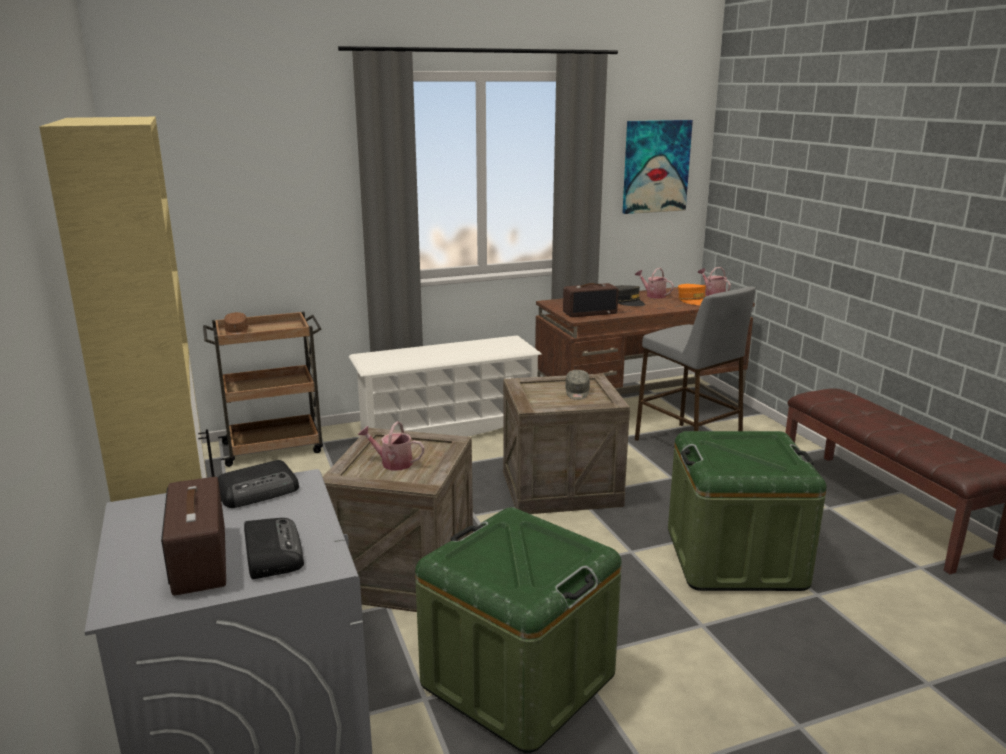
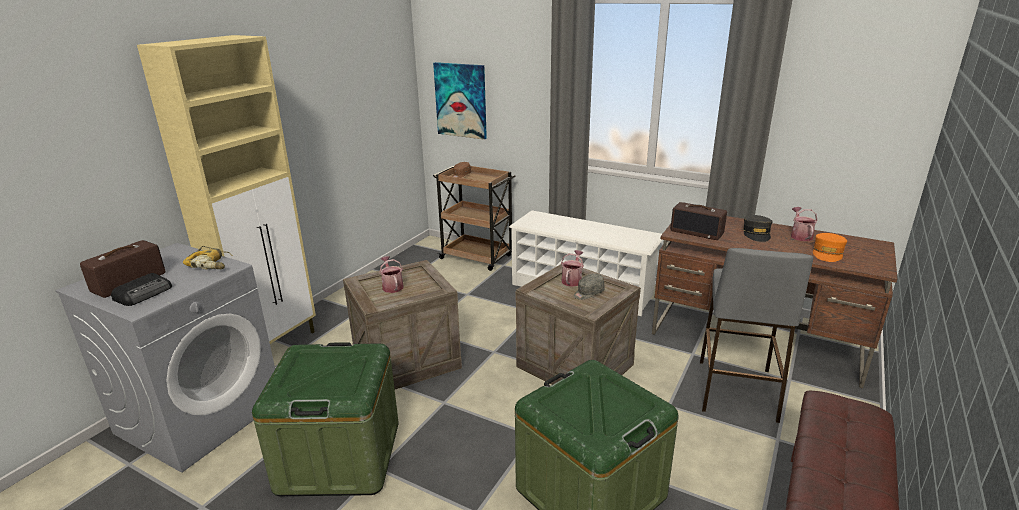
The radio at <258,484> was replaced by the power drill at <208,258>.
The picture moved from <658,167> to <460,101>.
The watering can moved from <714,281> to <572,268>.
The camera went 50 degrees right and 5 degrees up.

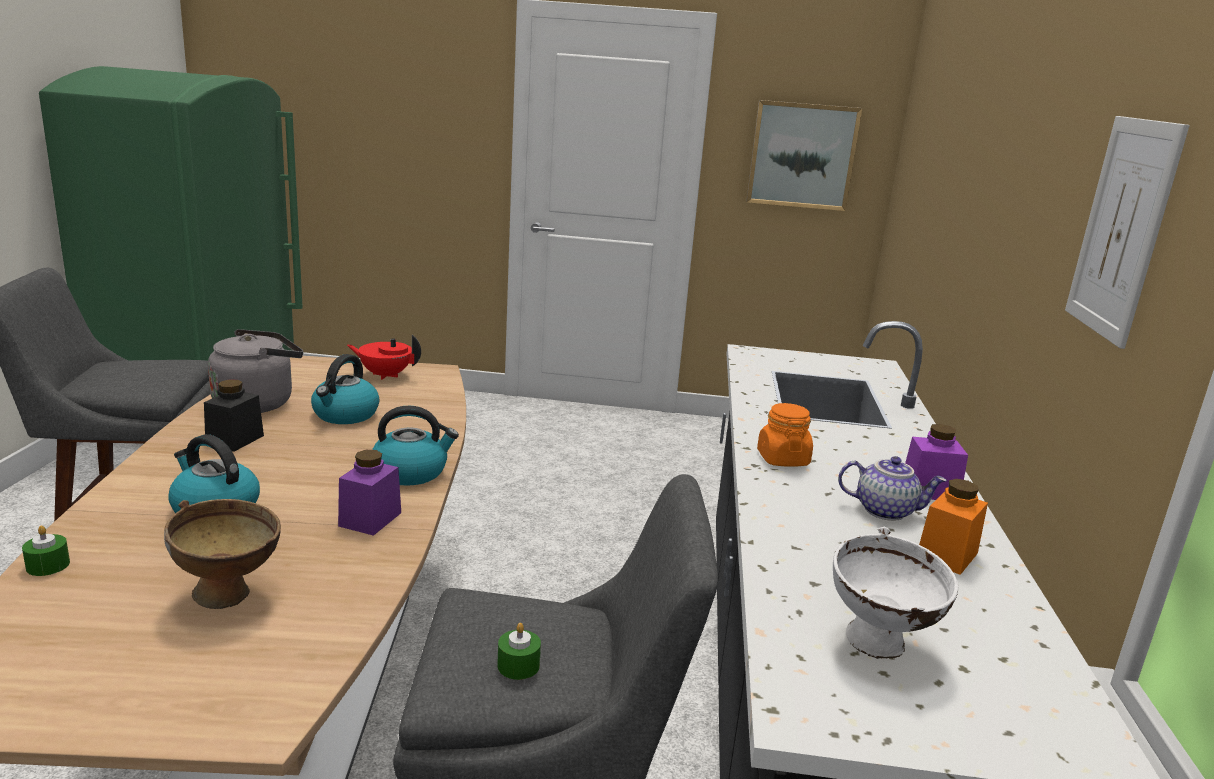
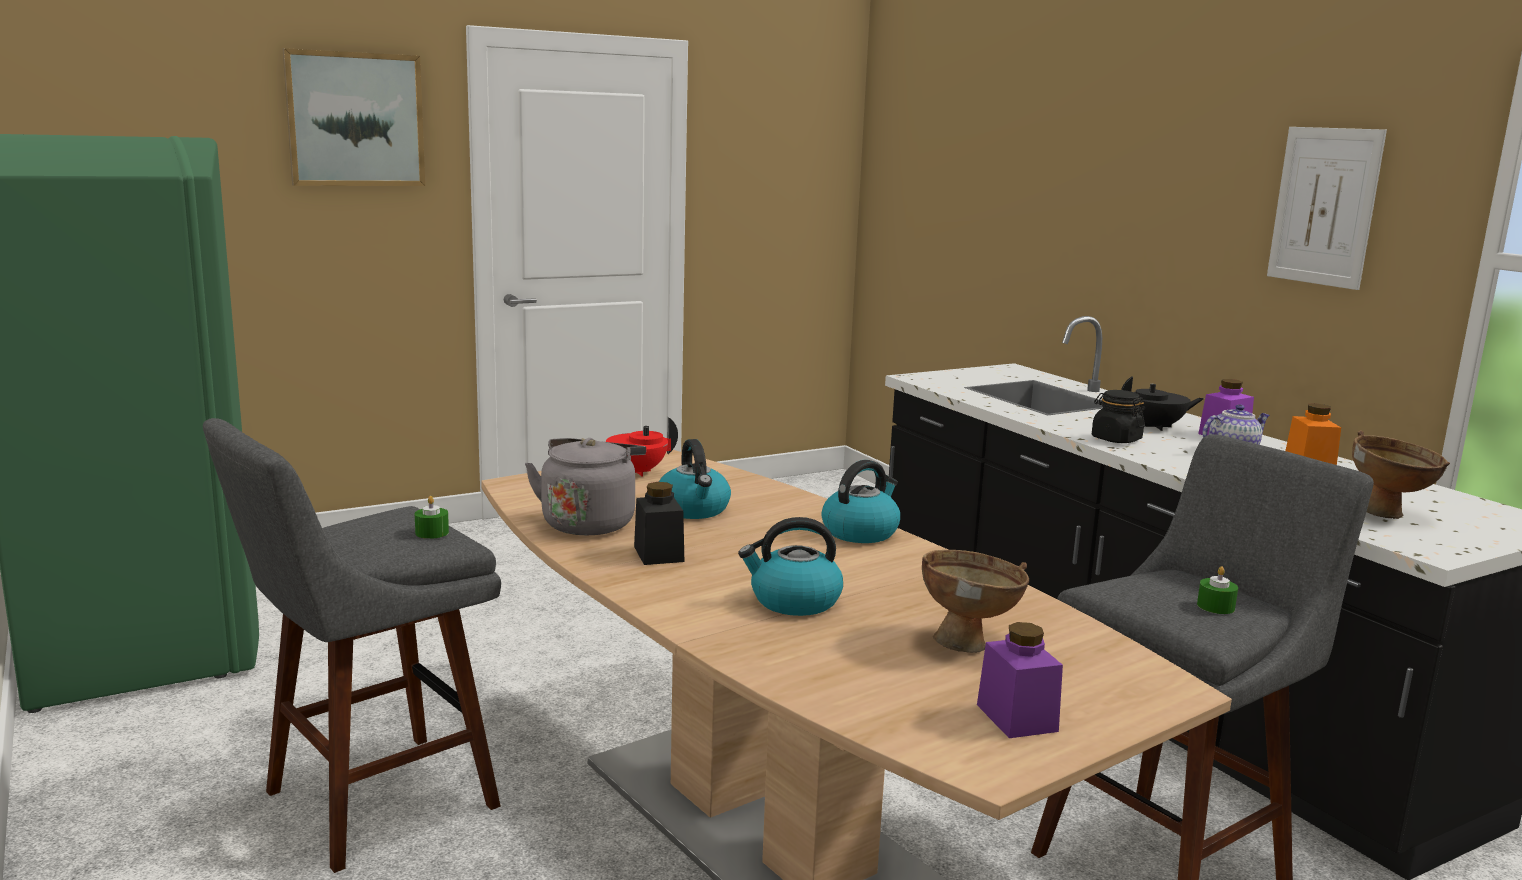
The picture moved from <804,155> to <354,117>.
The green candle moved from <46,550> to <432,517>.
The purple jar moved from <369,493> to <1020,680>.
The orange jar at <785,435> became the black jar at <1118,416>.
The black teapot at <1162,403> appeared.
The white bowl at <896,593> became the brown bowl at <1401,474>.
The camera went 35 degrees left and 5 degrees down.

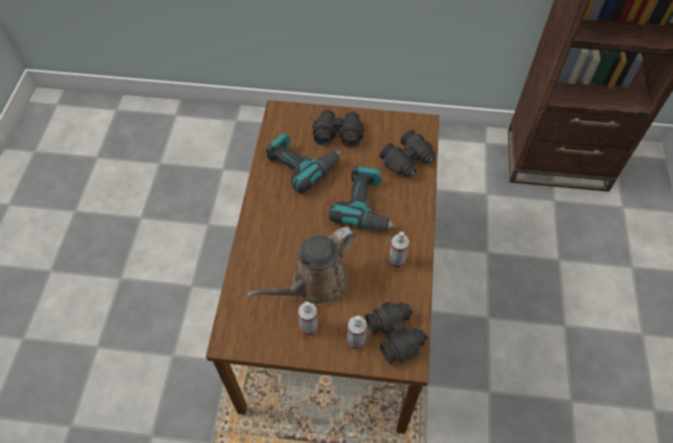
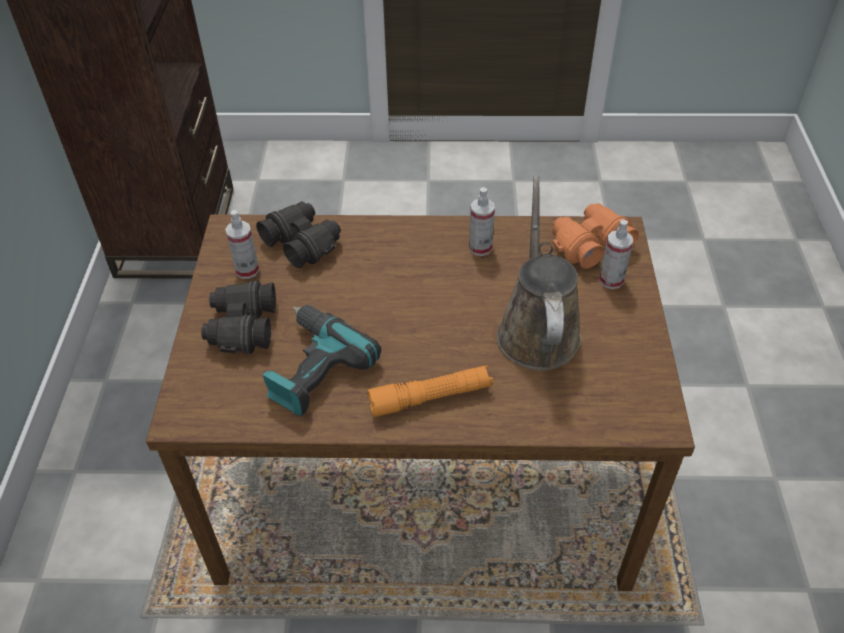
The spray bottle moved from <308,319> to <242,244>.
The orange flashlight at <430,391> appeared.
The brown watering can at <301,266> turned 135 degrees counterclockwise.
The black binoculars at <396,333> became the orange binoculars at <595,236>.
The power drill at <362,198> disappeared.
The camera went 95 degrees left and 10 degrees down.

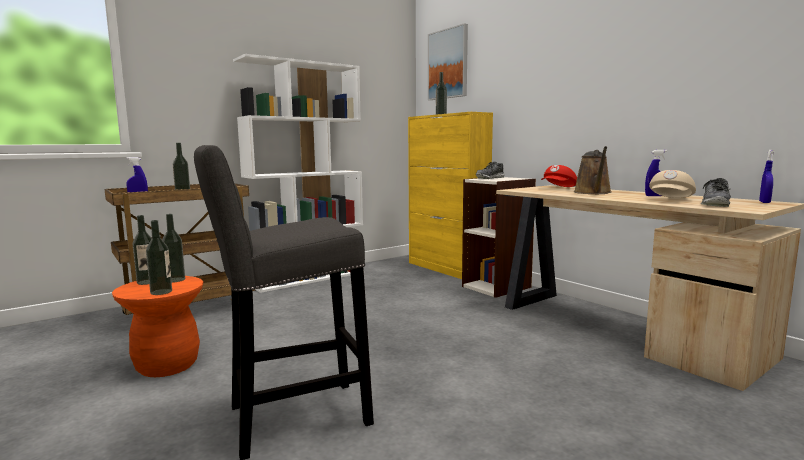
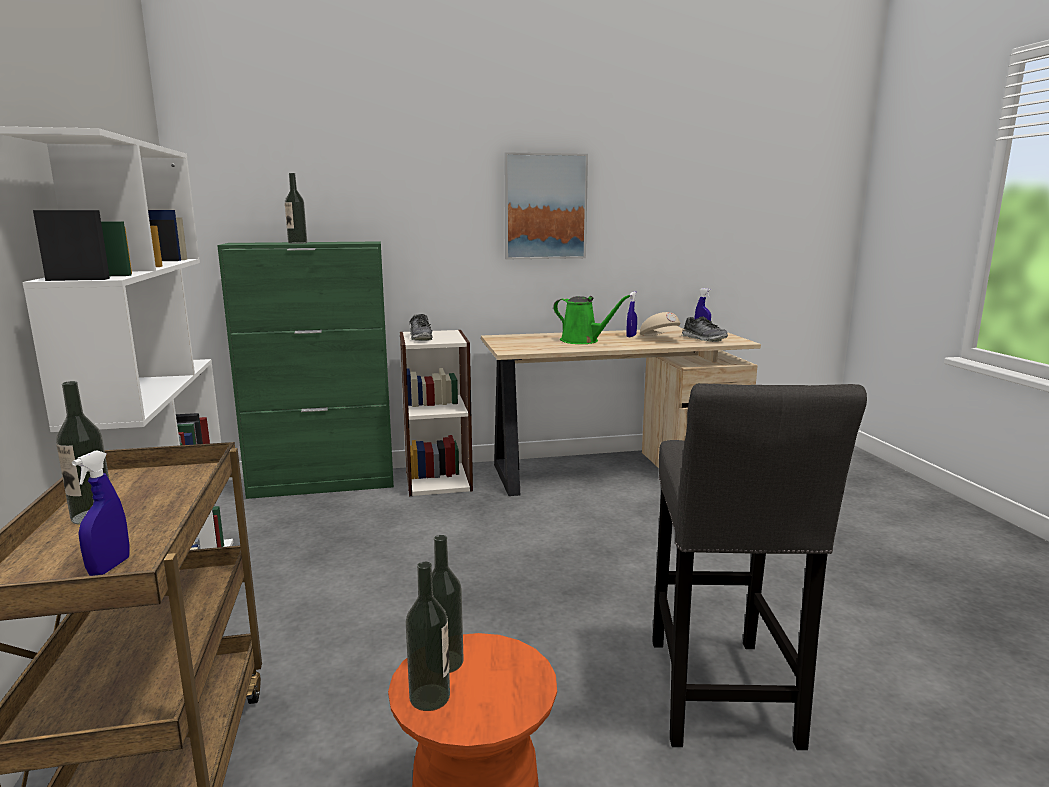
The yellow cabinet at <450,195> became the green cabinet at <305,370>.
The picture moved from <448,61> to <546,205>.
The brown watering can at <592,170> became the green watering can at <591,319>.
The bottle at <159,257> disappeared.
The red cap at <559,176> disappeared.
The camera went 65 degrees left and 5 degrees up.

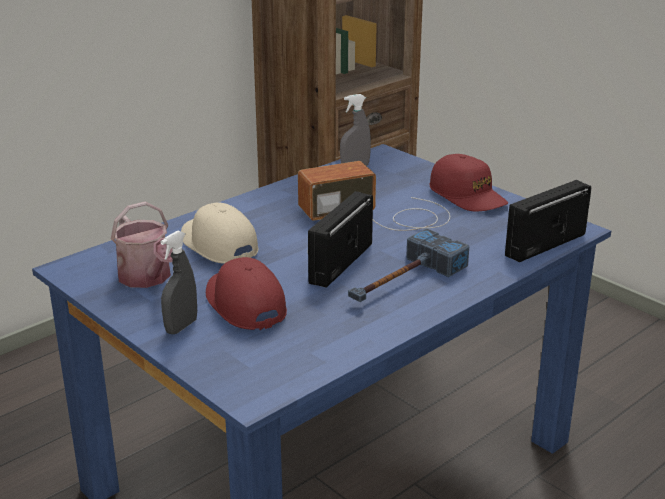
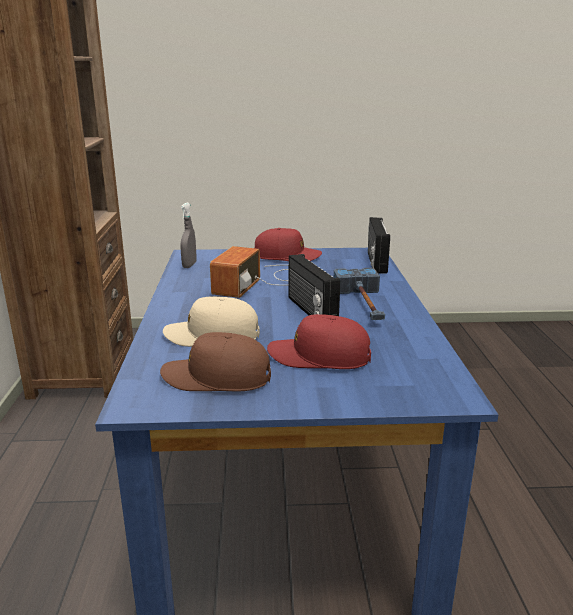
The watering can at <142,245> was replaced by the brown cap at <215,362>.
The grey spray bottle at <178,282> disappeared.
The camera went 50 degrees left and 5 degrees down.

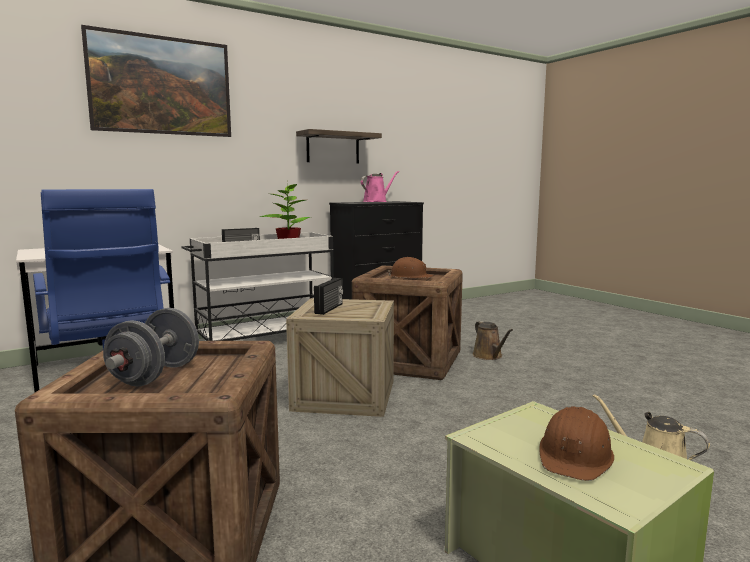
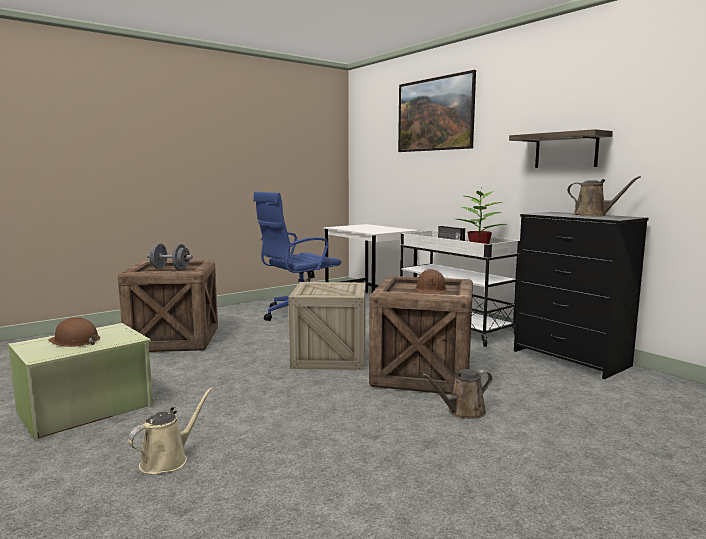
The pink watering can at <380,186> became the brown watering can at <604,196>.
The radio at <328,296> disappeared.
The camera went 85 degrees right and 0 degrees up.

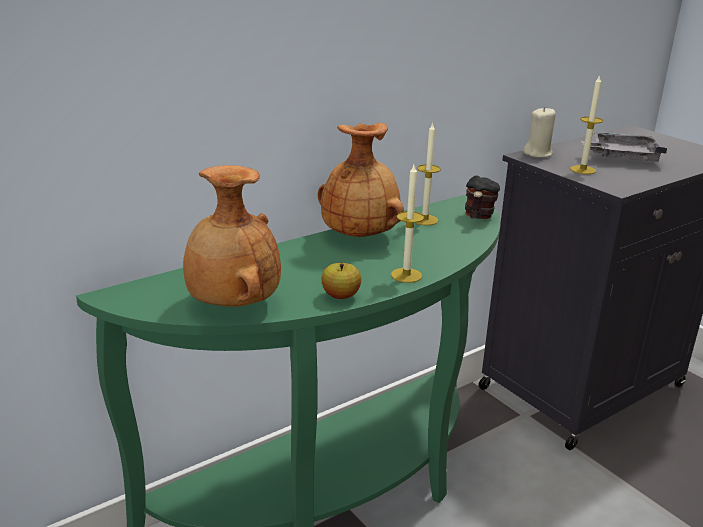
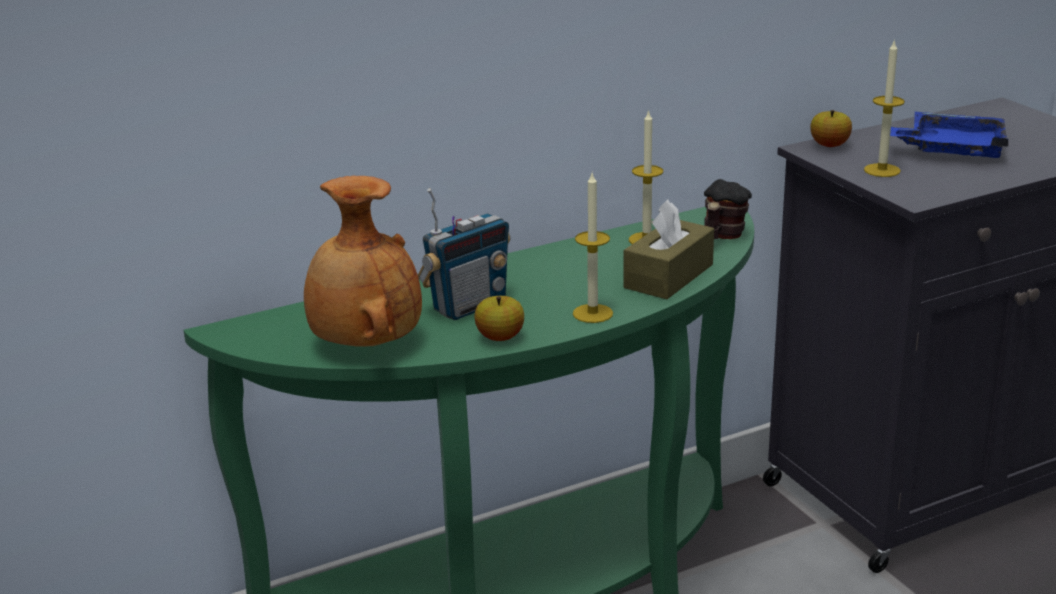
The radio at <464,254> appeared.
The brown tissue box at <668,249> appeared.
The beige candle at <539,132> was replaced by the apple at <831,128>.
The grey tray at <624,146> became the blue tray at <949,135>.
The brown vase at <361,180> disappeared.
The camera went 10 degrees right and 0 degrees up.

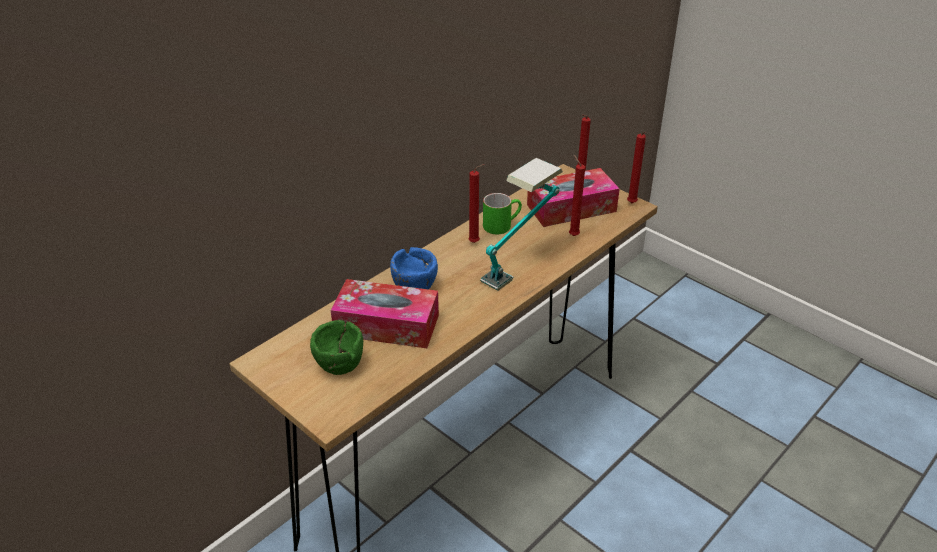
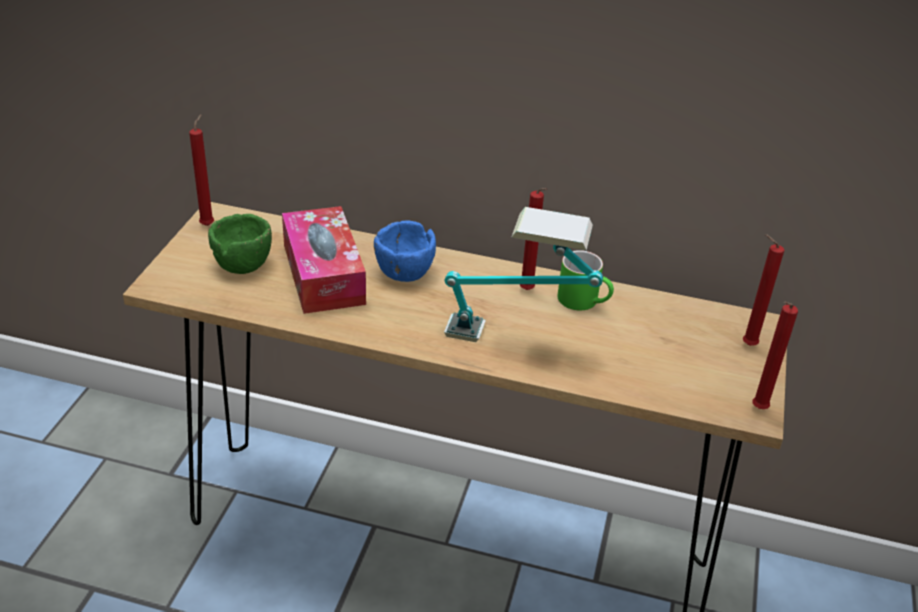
The red candle moved from <577,195> to <201,170>.
The tissue box at <573,197> disappeared.
The camera went 60 degrees right and 0 degrees up.

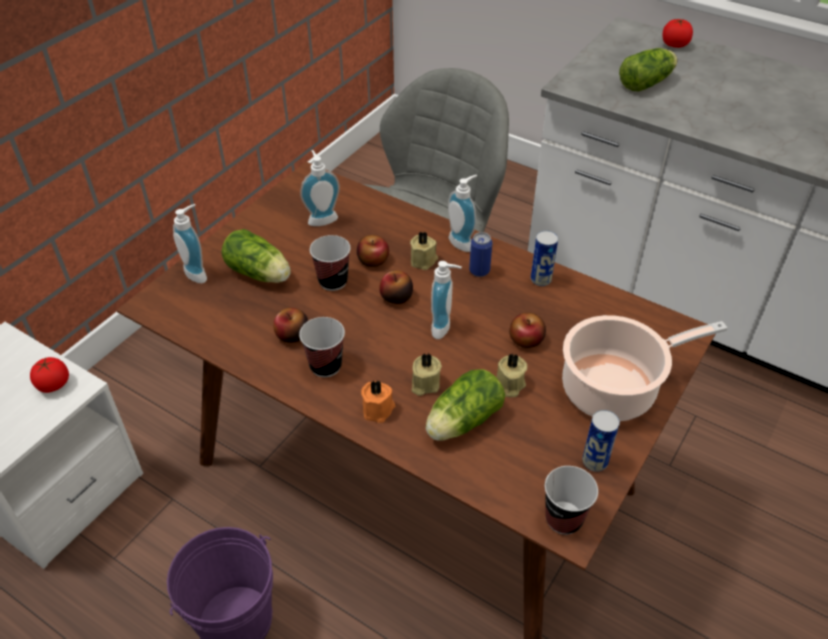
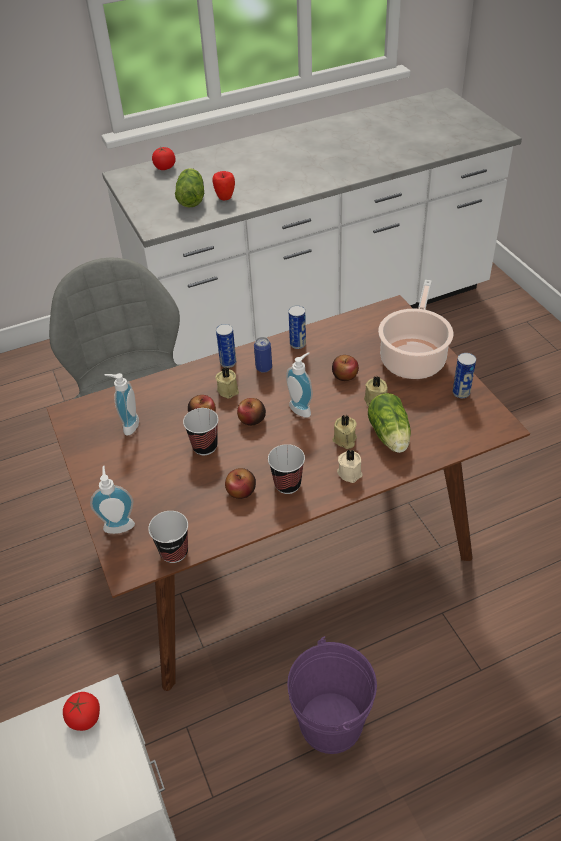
The cup moved from <571,500> to <168,537>.
The apple at <224,185> appeared.
The soap dispenser at <462,213> was replaced by the can at <226,346>.
The orange candle at <378,401> became the beige candle at <350,466>.
The lettuce at <256,256> disappeared.
The camera went 55 degrees left and 0 degrees up.

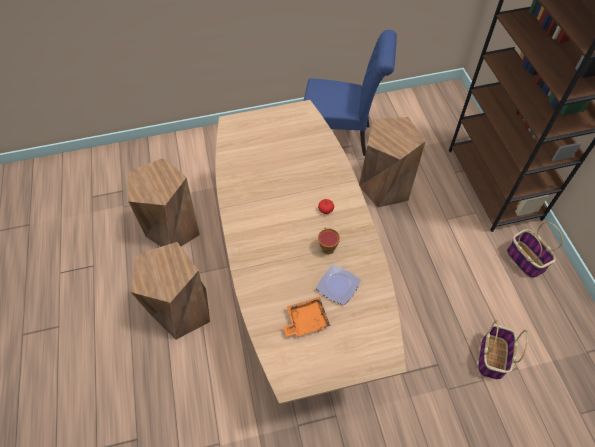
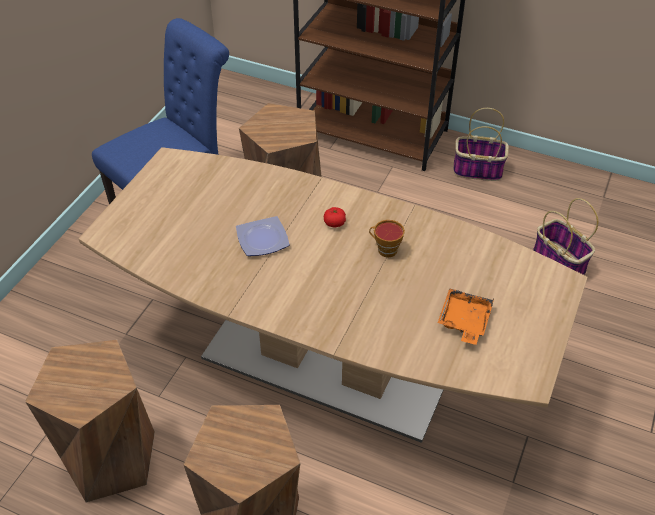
The plate moved from <338,284> to <263,236>.
The camera went 55 degrees left and 10 degrees down.

